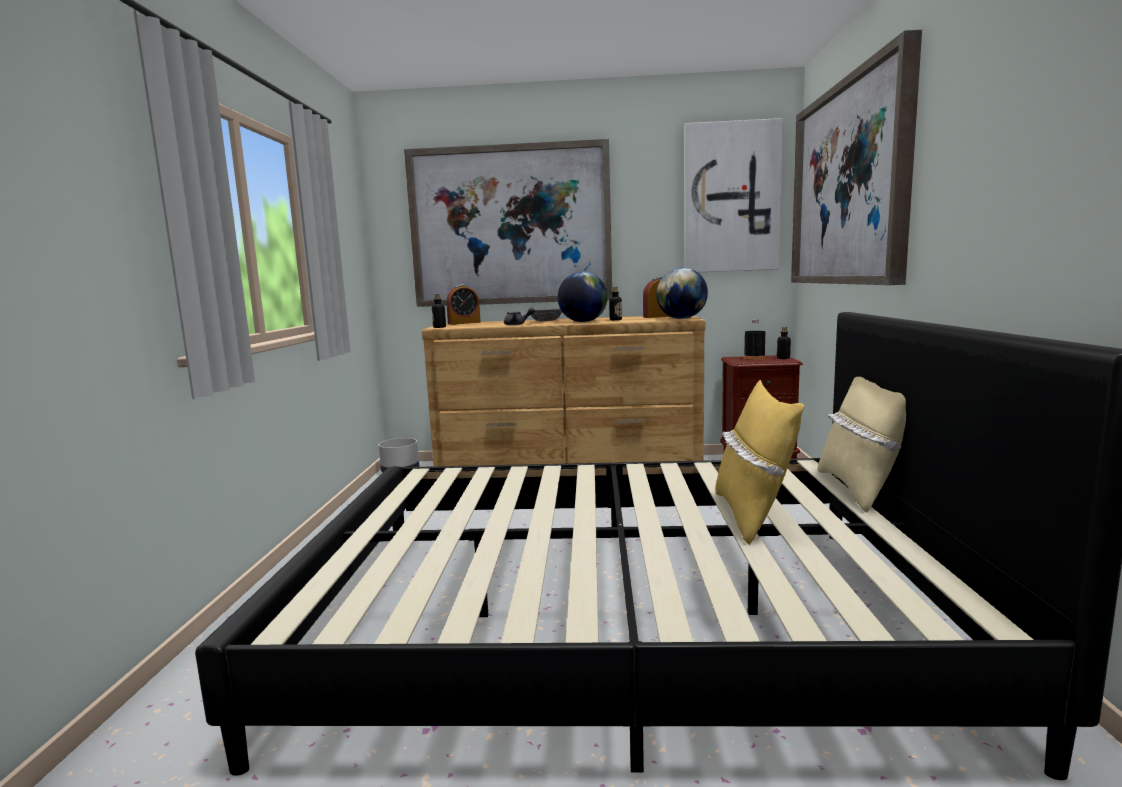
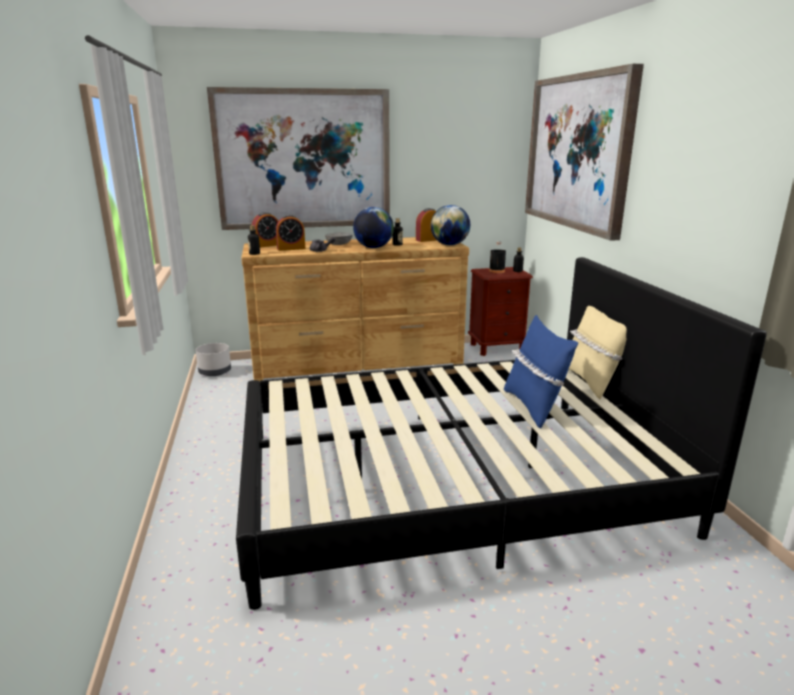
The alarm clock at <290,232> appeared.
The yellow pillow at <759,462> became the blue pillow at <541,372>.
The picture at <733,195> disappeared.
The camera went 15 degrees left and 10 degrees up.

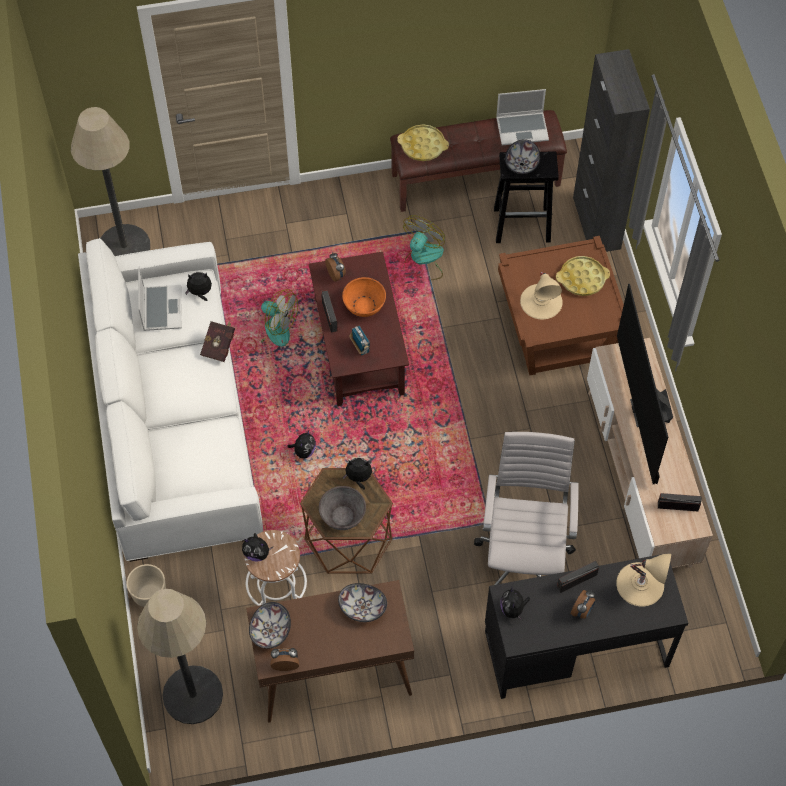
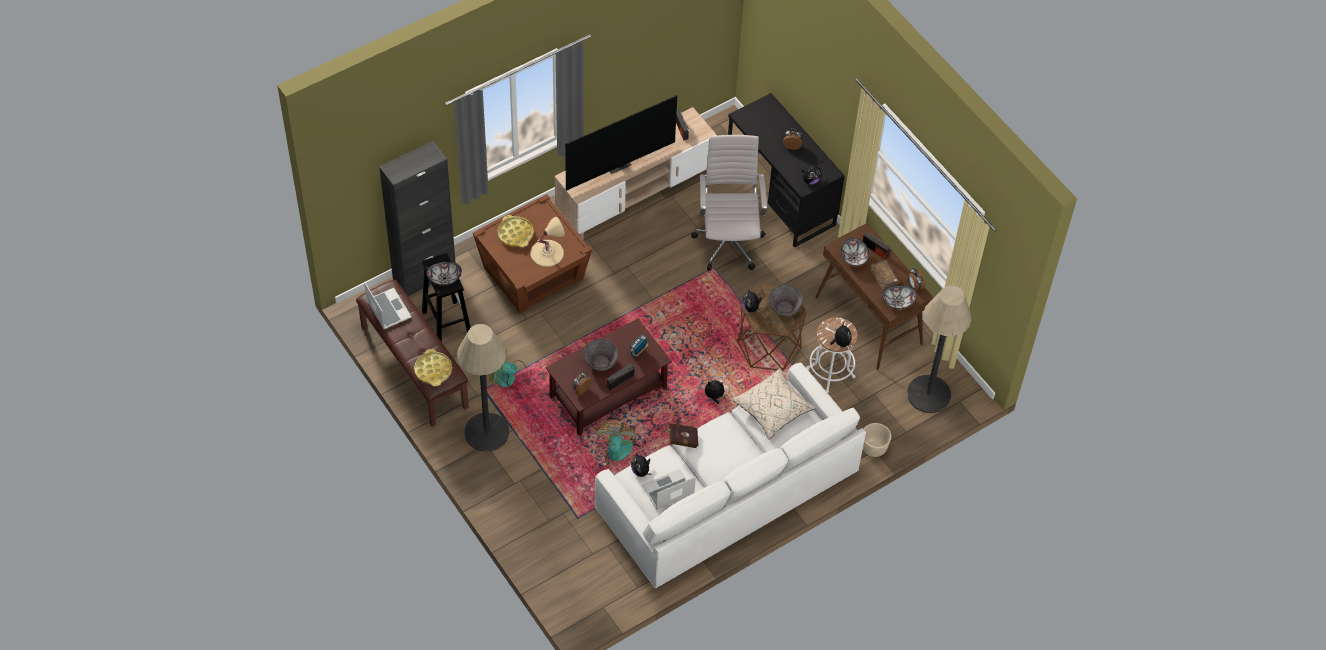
The floor lamp moved from <110,181> to <483,388>.
The orange bowl at <364,297> became the grey bowl at <601,355>.
The white office chair at <526,508> turned 105 degrees clockwise.
The beige pillow at <774,404> appeared.
The radio moved from <578,577> to <876,245>.
The brown book at <885,275> appeared.
The beige table lamp at <643,580> disappeared.
The camera went 115 degrees left and 5 degrees down.

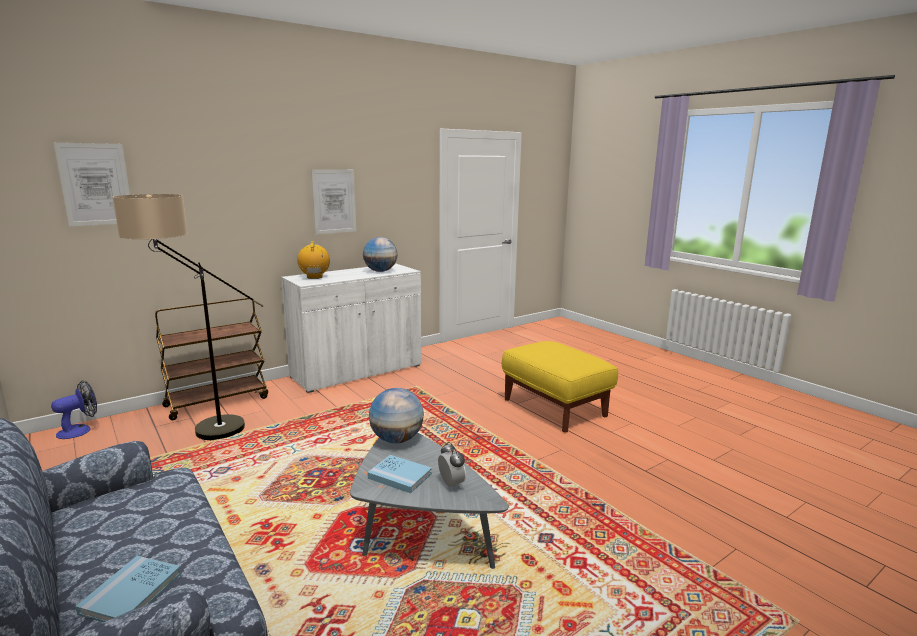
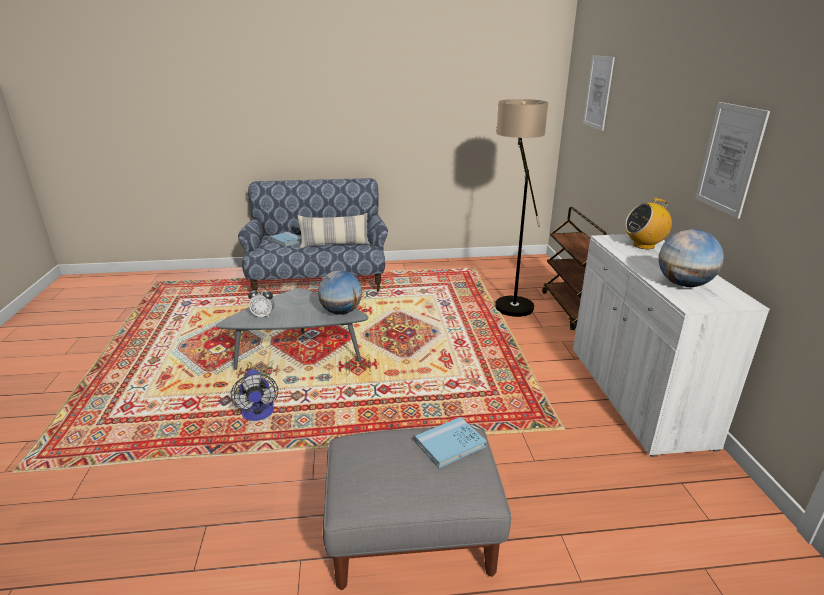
The fan moved from <74,409> to <254,395>.
The pillow at <334,230> appeared.
The yellow ottoman at <560,387> became the grey ottoman at <417,508>.
The blue book moved from <399,474> to <450,442>.
The radio at <313,260> turned 150 degrees clockwise.
The camera went 120 degrees right and 10 degrees up.

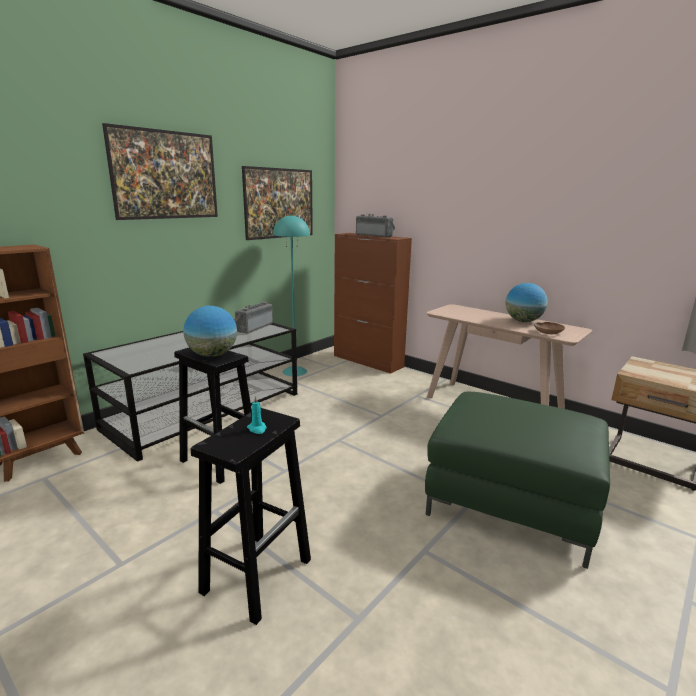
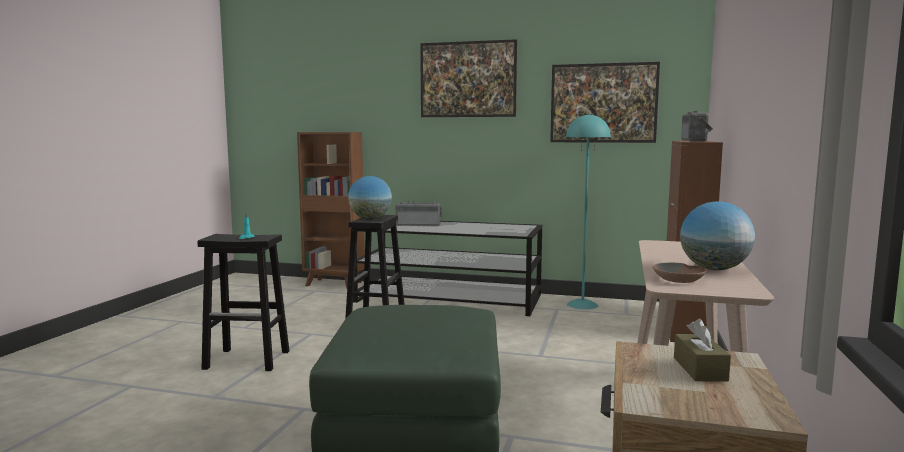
The radio moved from <253,317> to <418,213>.
The brown tissue box at <702,350> appeared.
The camera went 65 degrees right and 10 degrees down.

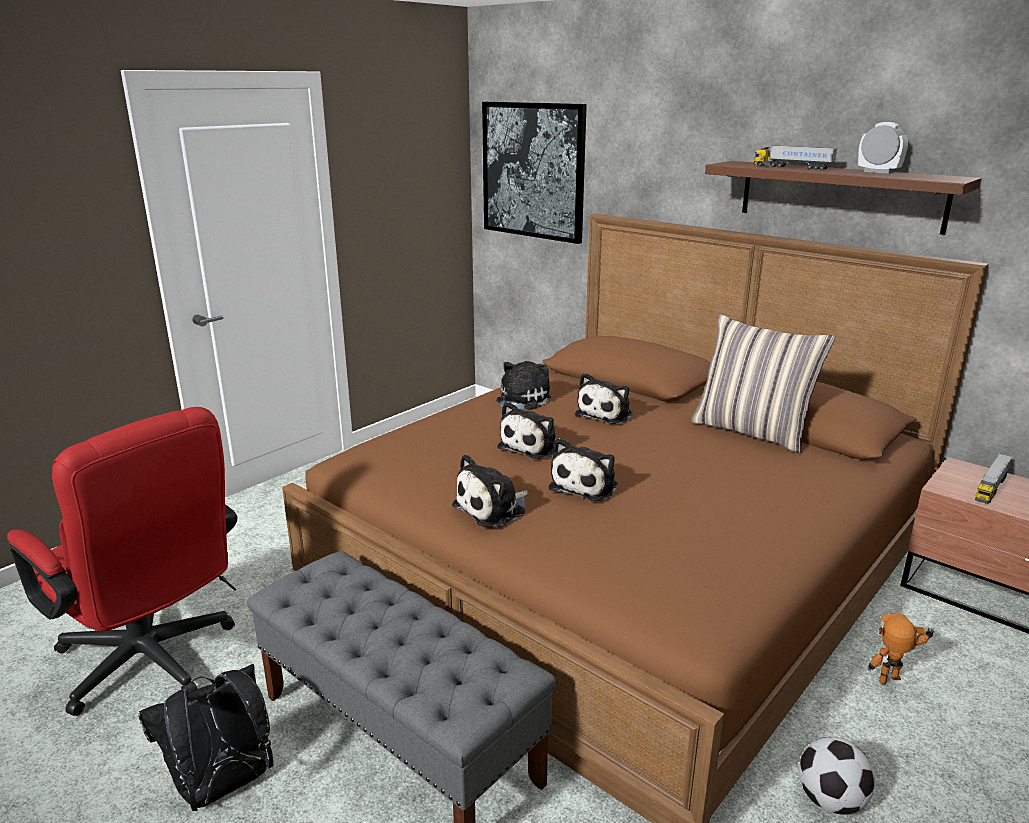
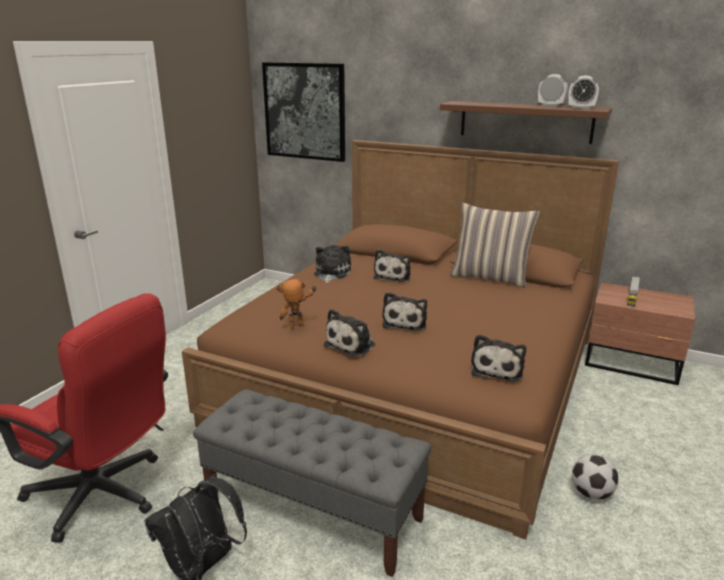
The toy robot moved from <901,649> to <296,304>.
The plush toy moved from <526,430> to <498,358>.
The alarm clock at <583,92> appeared.
The toy truck at <795,157> disappeared.
The camera went 15 degrees left and 0 degrees up.

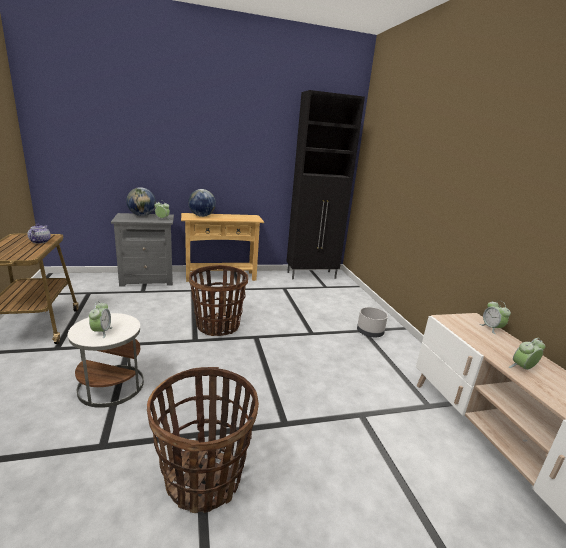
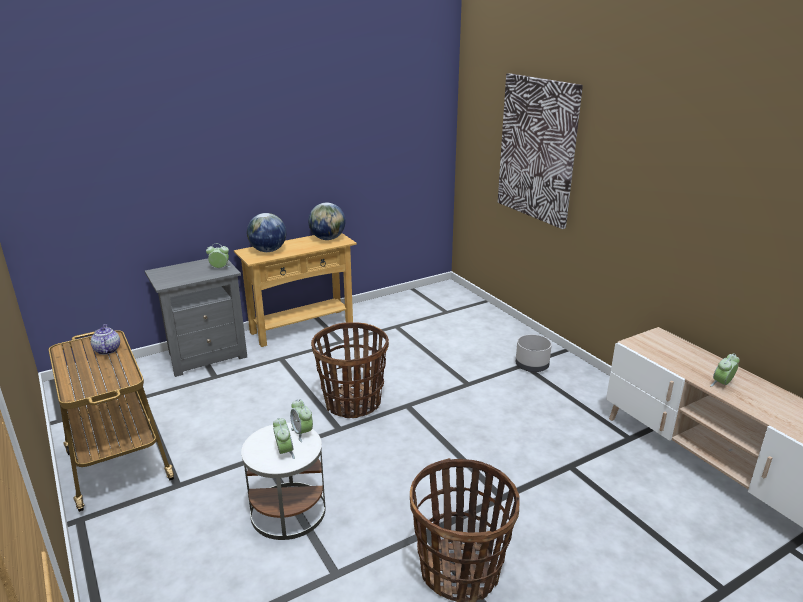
The alarm clock moved from <495,317> to <301,420>.
The globe moved from <141,201> to <326,221>.
The picture at <540,151> appeared.
The black cabinet at <325,185> disappeared.
The camera went 15 degrees left and 5 degrees up.

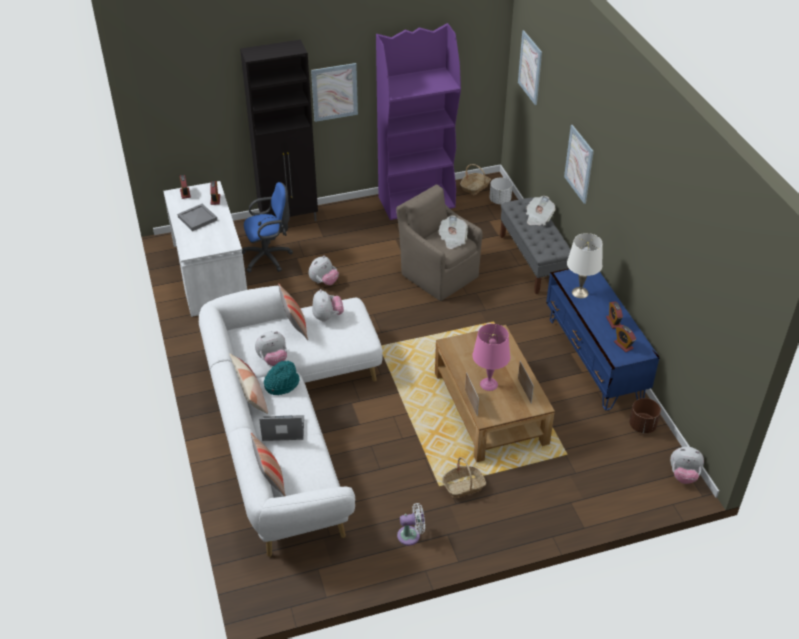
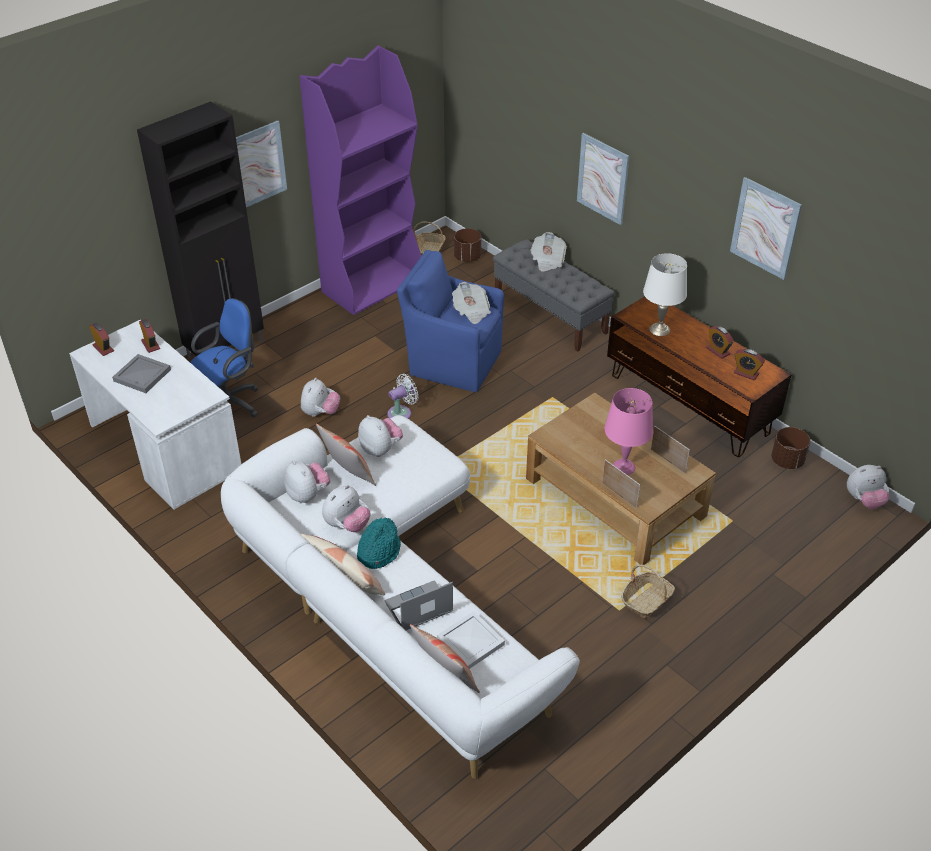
The plush toy at <307,481> appeared.
The white fan moved from <411,524> to <402,396>.
The brown armchair at <439,242> became the blue armchair at <450,321>.
The white tray at <471,640> appeared.
The white planter at <500,190> became the brown planter at <467,245>.
The blue tv stand at <603,339> became the brown tv stand at <699,376>.
The picture moved from <530,67> to <766,228>.
The camera went 25 degrees left and 0 degrees up.

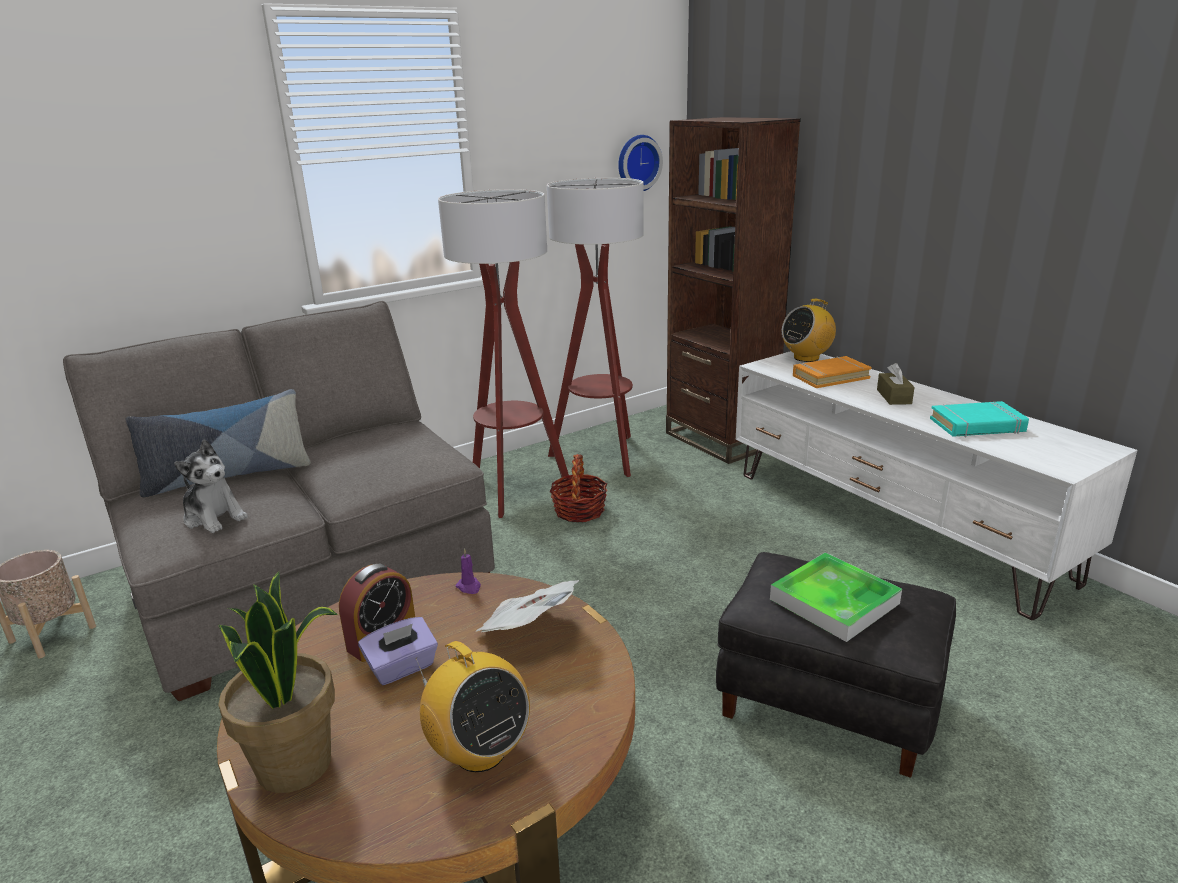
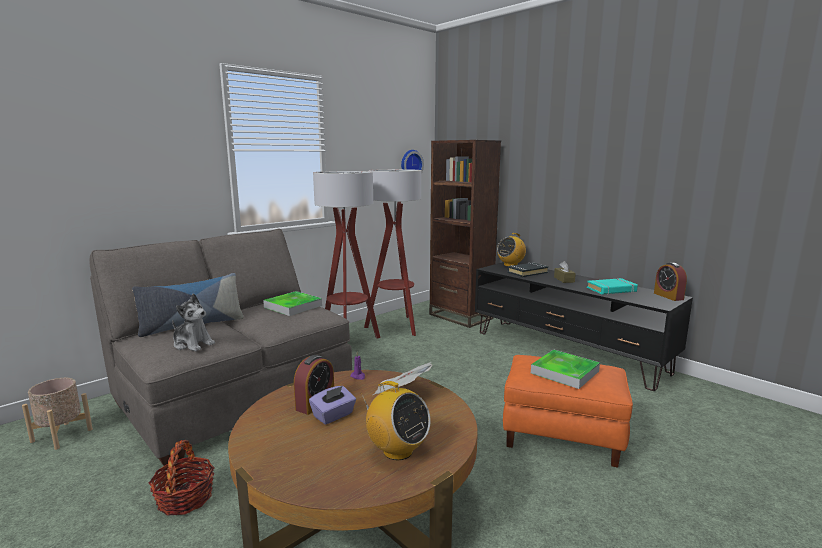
The basket moved from <579,488> to <182,478>.
The tray at <292,303> appeared.
The white tv stand at <937,485> became the black tv stand at <584,326>.
The black ottoman at <836,665> became the orange ottoman at <568,411>.
The orange book at <832,372> became the black book at <528,269>.
The alarm clock at <670,282> appeared.
The potted plant at <278,682> disappeared.
The camera went 10 degrees left and 10 degrees down.

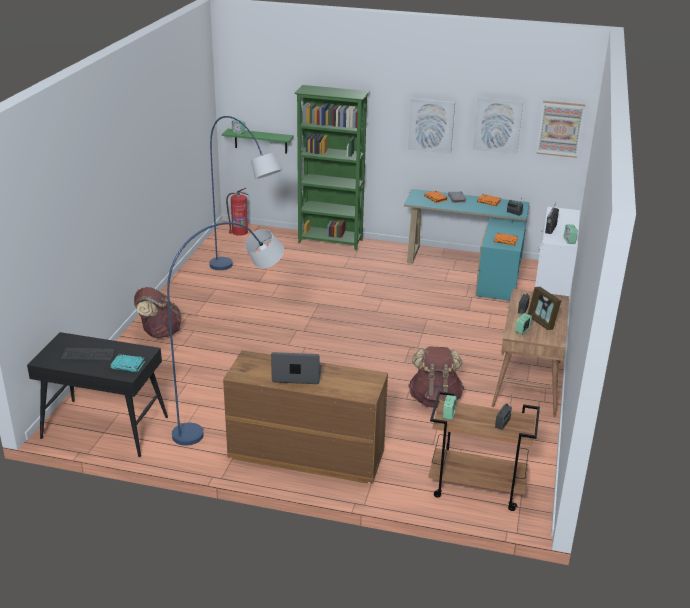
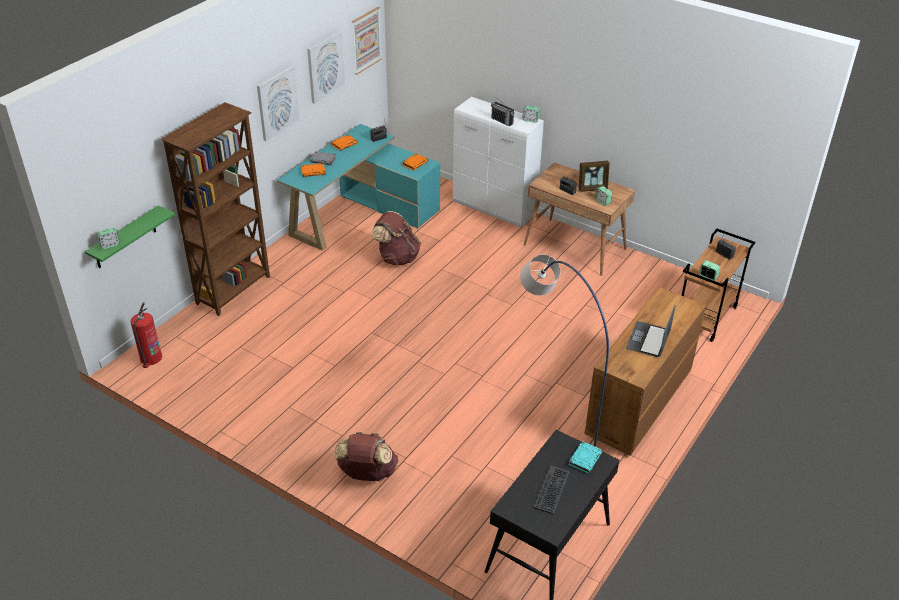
The green bookcase at <332,168> became the brown bookcase at <215,209>.
The brown backpack moved from <436,377> to <396,238>.
The blue floor lamp at <245,193> disappeared.
The camera went 70 degrees left and 10 degrees up.

